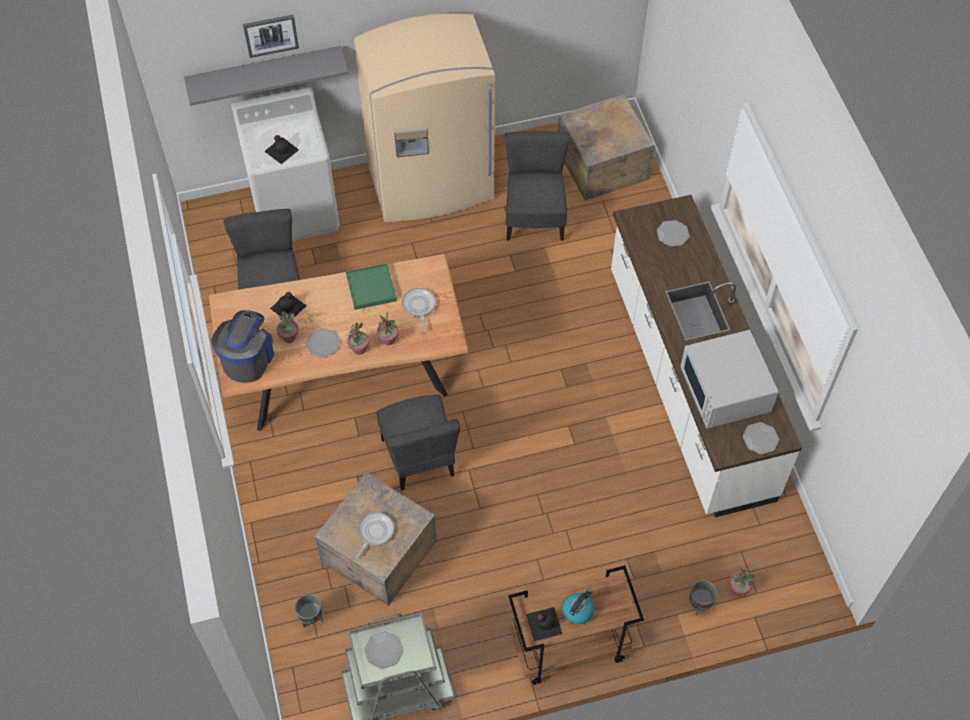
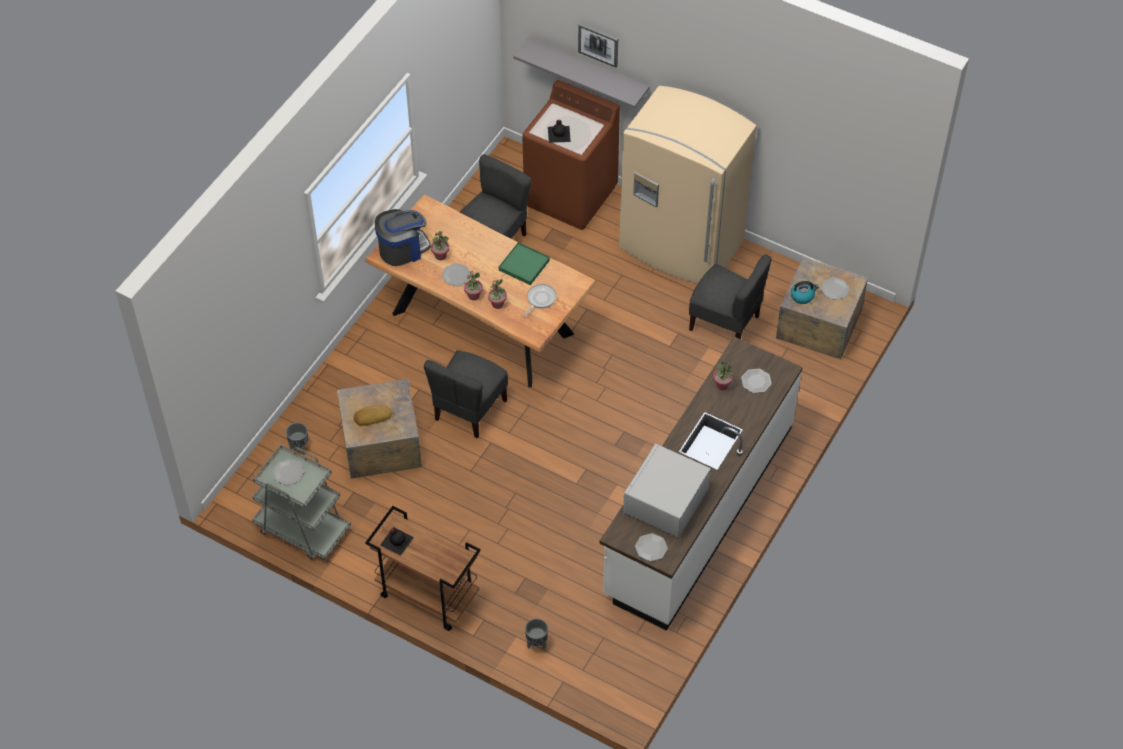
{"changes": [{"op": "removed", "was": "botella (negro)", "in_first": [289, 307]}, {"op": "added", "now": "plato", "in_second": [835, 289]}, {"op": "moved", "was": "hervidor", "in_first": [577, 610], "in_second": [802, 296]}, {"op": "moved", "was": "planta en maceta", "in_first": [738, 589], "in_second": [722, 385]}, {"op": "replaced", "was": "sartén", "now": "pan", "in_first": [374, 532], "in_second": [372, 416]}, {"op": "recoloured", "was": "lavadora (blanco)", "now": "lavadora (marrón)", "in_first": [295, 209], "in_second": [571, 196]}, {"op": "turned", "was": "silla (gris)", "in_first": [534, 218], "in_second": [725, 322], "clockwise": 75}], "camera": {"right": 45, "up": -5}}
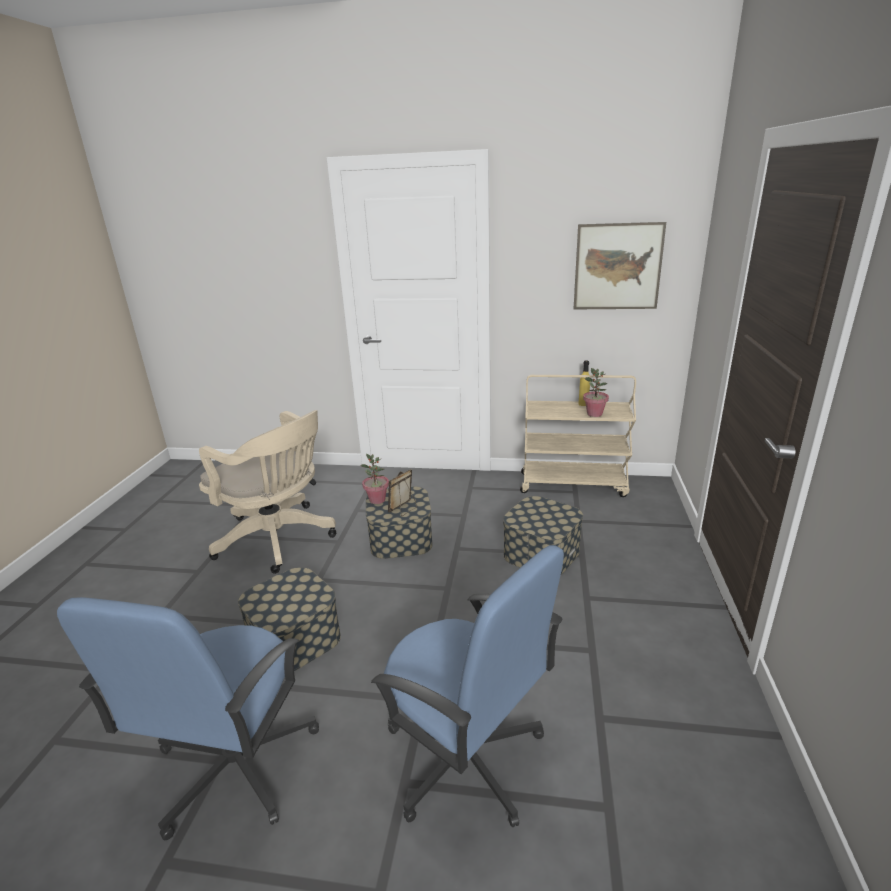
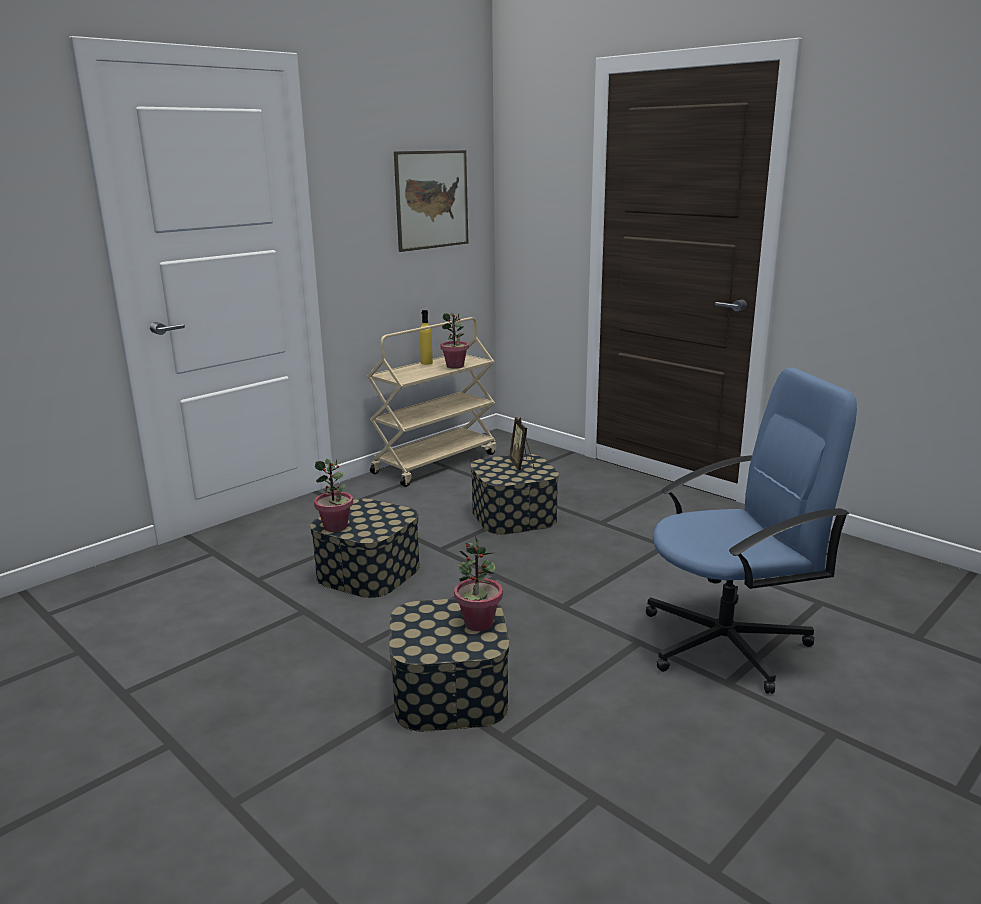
{"changes": [{"op": "removed", "was": "silla de oficina (azul)", "in_first": [233, 766]}, {"op": "removed", "was": "silla de oficina (beis)", "in_first": [279, 539]}, {"op": "added", "now": "planta en maceta", "in_second": [478, 623]}, {"op": "moved", "was": "portarretratos", "in_first": [404, 509], "in_second": [522, 465]}], "camera": {"right": -55, "up": -5}}
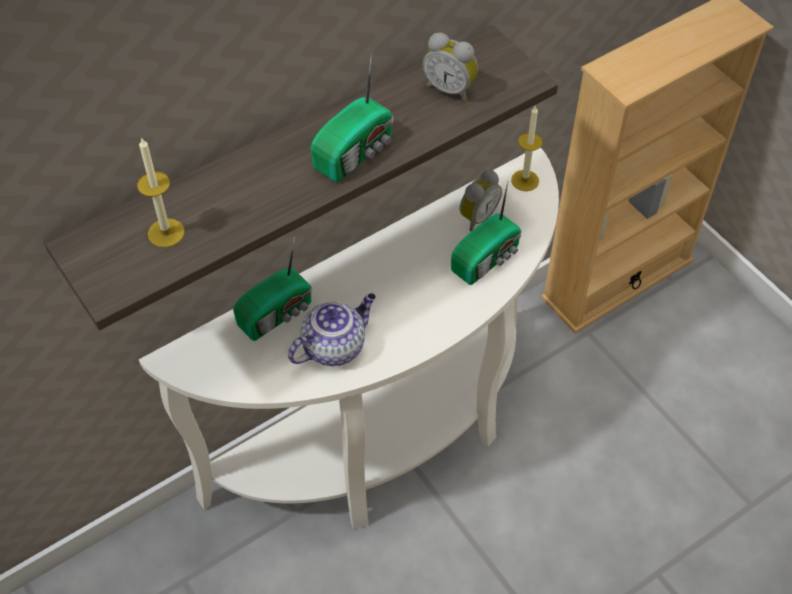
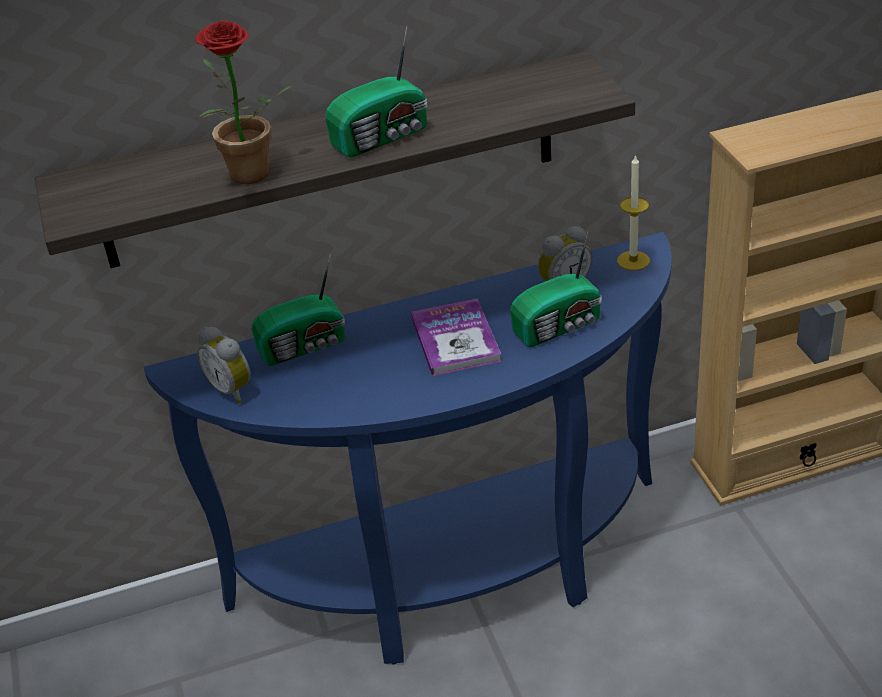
{"changes": [{"op": "removed", "was": "vela", "in_first": [166, 233]}, {"op": "removed", "was": "tetera", "in_first": [334, 346]}, {"op": "added", "now": "planta en maceta", "in_second": [250, 178]}, {"op": "added", "now": "libro", "in_second": [455, 339]}, {"op": "moved", "was": "despertador", "in_first": [450, 89], "in_second": [233, 389]}, {"op": "recoloured", "was": "mesa consola (blanco)", "now": "mesa consola (azul)", "in_first": [390, 439], "in_second": [460, 579]}], "camera": {"right": 20, "up": -15}}
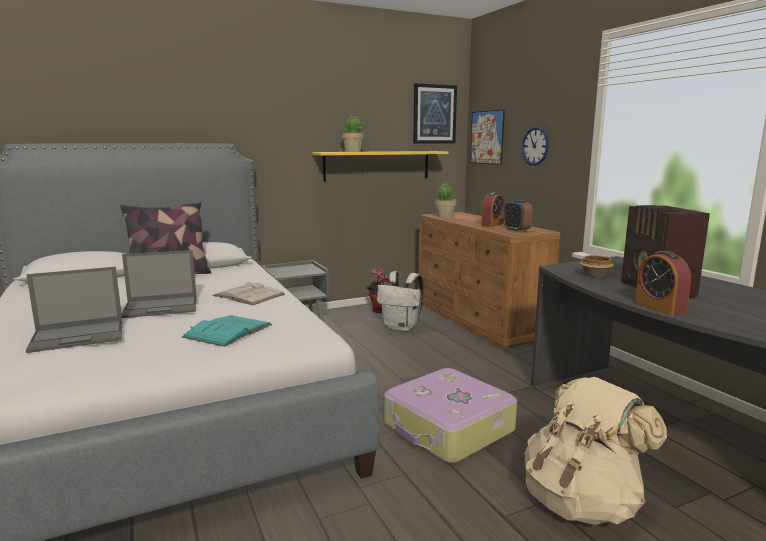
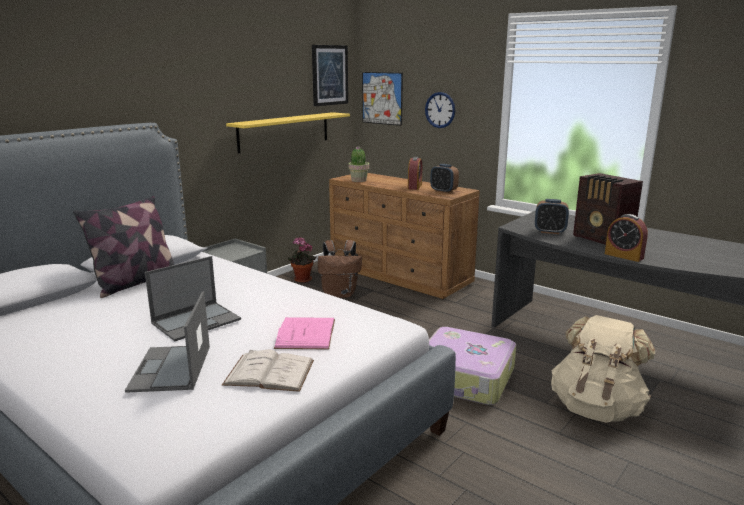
{"changes": [{"op": "removed", "was": "planta en maceta", "in_first": [352, 151]}, {"op": "moved", "was": "libro (blanco)", "in_first": [249, 295], "in_second": [269, 372]}, {"op": "replaced", "was": "cuenco", "now": "despertador", "in_first": [596, 275], "in_second": [550, 231]}, {"op": "recoloured", "was": "libro (turquesa)", "now": "libro (rosa)", "in_first": [228, 331], "in_second": [306, 333]}, {"op": "recoloured", "was": "mochila (blanco)", "now": "mochila (marrón)", "in_first": [401, 327], "in_second": [340, 294]}, {"op": "turned", "was": "portátil", "in_first": [79, 336], "in_second": [171, 369], "clockwise": 135}], "camera": {"right": -25, "up": 5}}
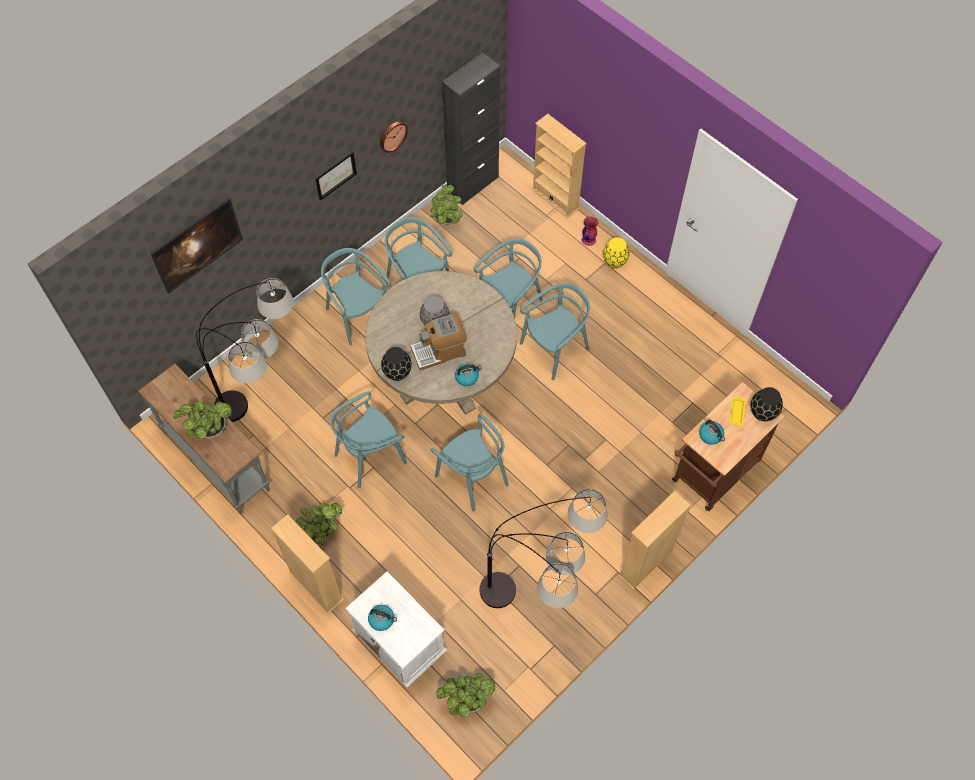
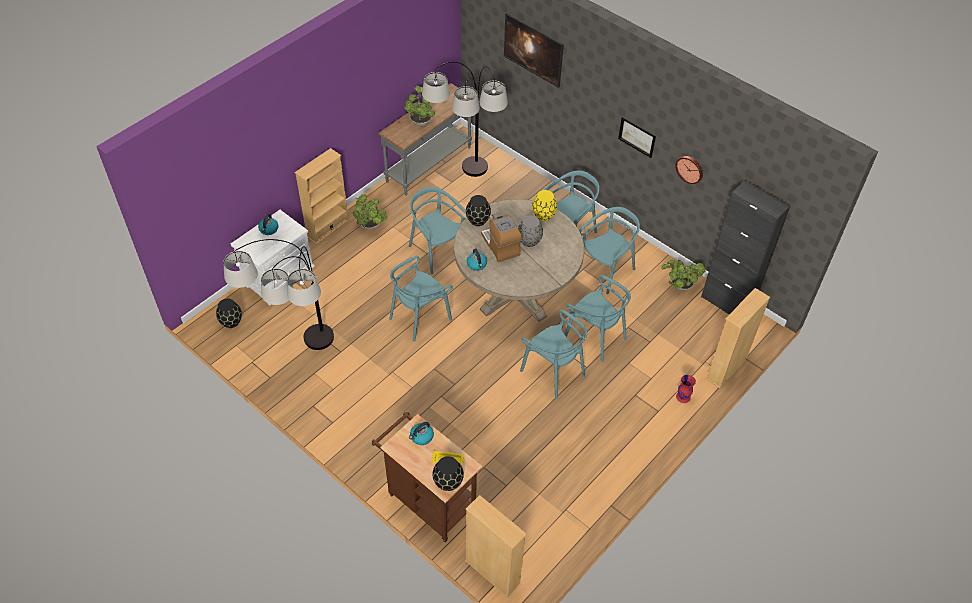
{"changes": [{"op": "moved", "was": "florero (amarillo)", "in_first": [615, 262], "in_second": [543, 215]}, {"op": "moved", "was": "estantería (beis)", "in_first": [646, 563], "in_second": [493, 573]}, {"op": "replaced", "was": "planta en maceta", "now": "florero (negro)", "in_first": [467, 700], "in_second": [231, 322]}], "camera": {"right": 85, "up": -10}}
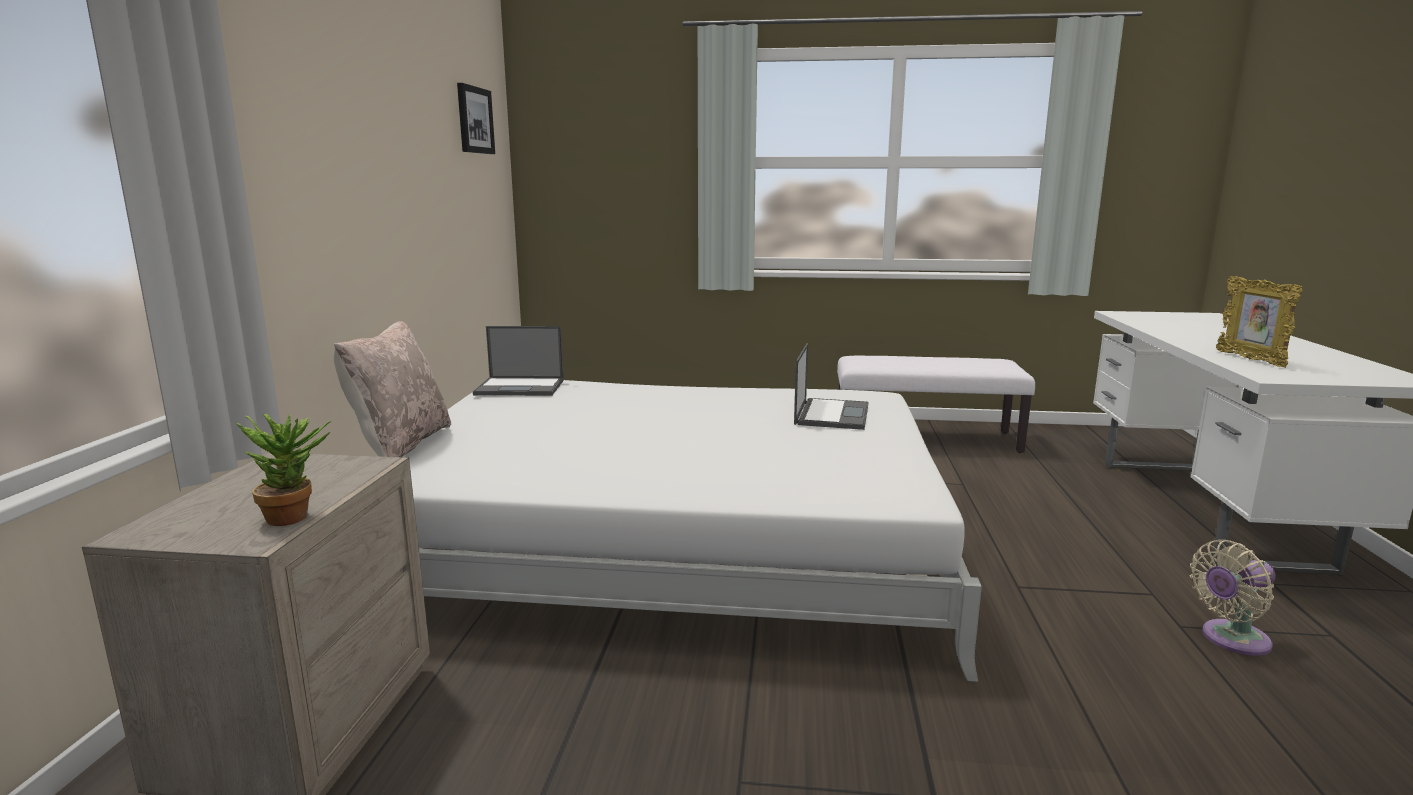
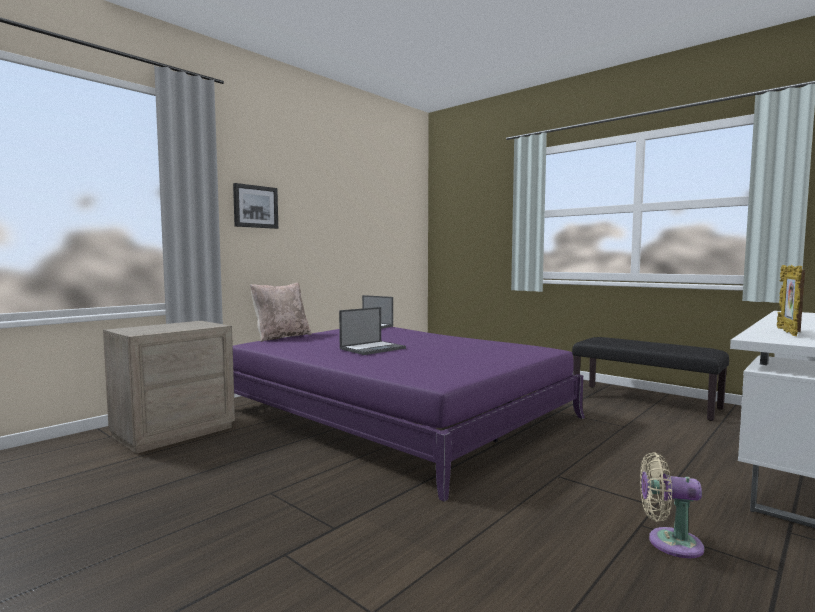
{"changes": [{"op": "removed", "was": "planta en maceta", "in_first": [296, 516]}, {"op": "moved", "was": "cuadro", "in_first": [474, 120], "in_second": [255, 206]}, {"op": "moved", "was": "portátil", "in_first": [831, 414], "in_second": [373, 348]}, {"op": "recoloured", "was": "cama (blanco)", "now": "cama (morado)", "in_first": [668, 543], "in_second": [395, 413]}, {"op": "recoloured", "was": "banco (blanco)", "now": "banco (negro)", "in_first": [926, 439], "in_second": [645, 402]}], "camera": {"right": 35, "up": -10}}
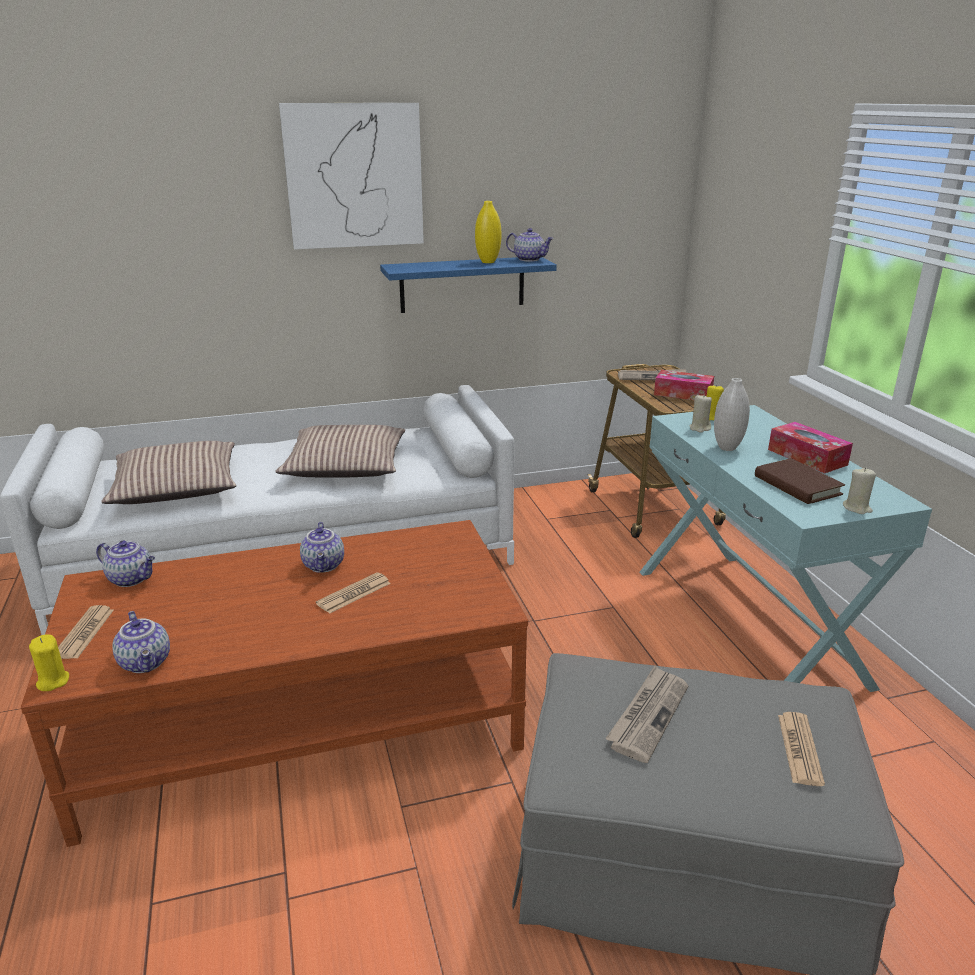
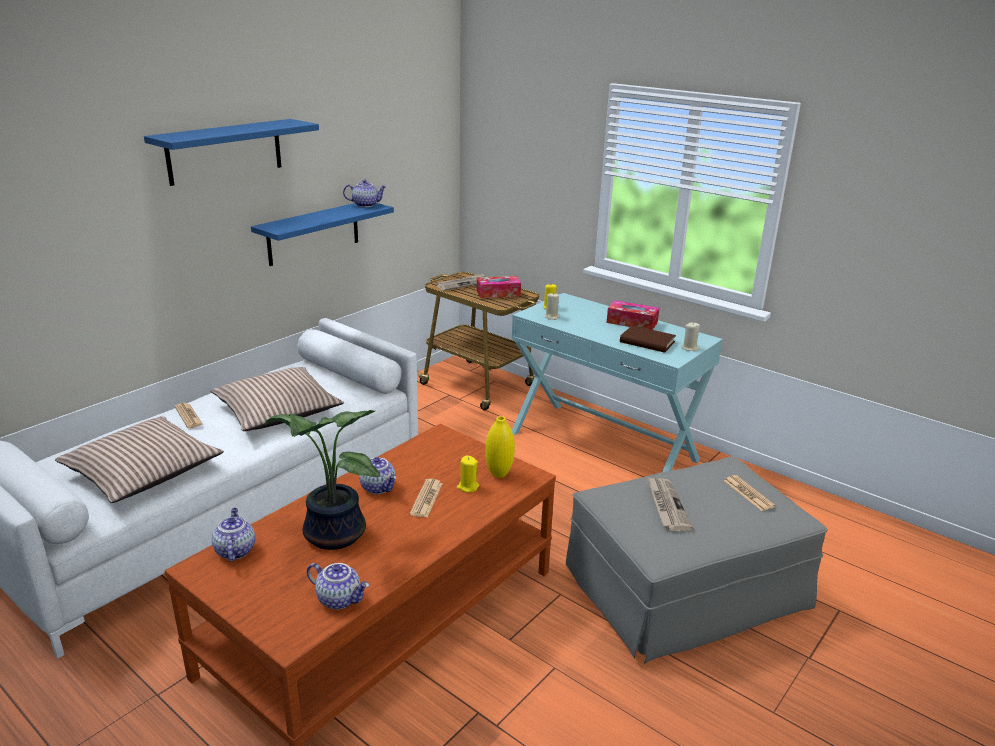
{"changes": [{"op": "removed", "was": "florero (blanco)", "in_first": [727, 448]}, {"op": "added", "now": "planta en maceta", "in_second": [330, 535]}, {"op": "moved", "was": "vela (amarillo)", "in_first": [52, 681], "in_second": [468, 487]}, {"op": "moved", "was": "periódico", "in_first": [84, 633], "in_second": [188, 416]}, {"op": "moved", "was": "florero (amarillo)", "in_first": [488, 262], "in_second": [499, 474]}, {"op": "replaced", "was": "cuadro", "now": "estante (azul)", "in_first": [354, 176], "in_second": [225, 151]}, {"op": "turned", "was": "tetera", "in_first": [132, 579], "in_second": [235, 550], "clockwise": -90}], "camera": {"right": -35, "up": 0}}
